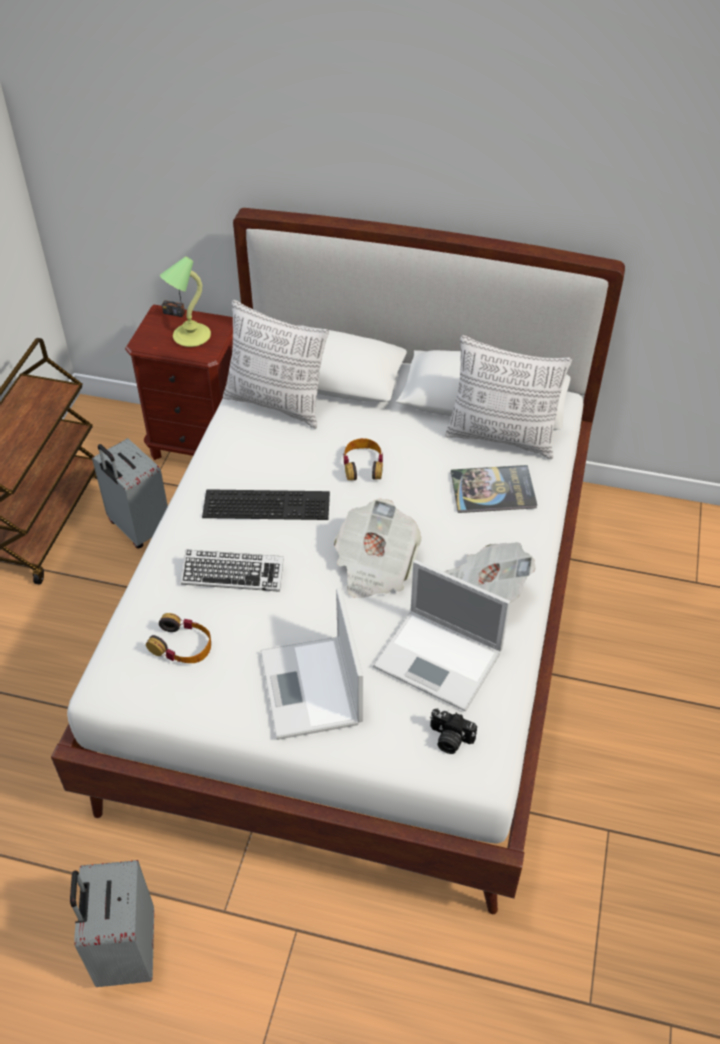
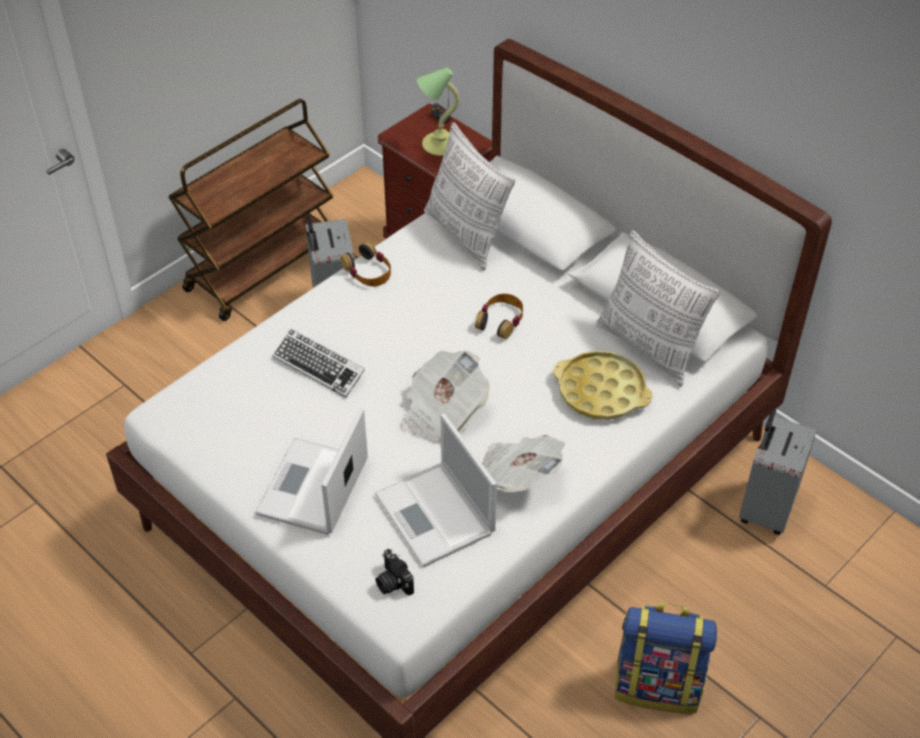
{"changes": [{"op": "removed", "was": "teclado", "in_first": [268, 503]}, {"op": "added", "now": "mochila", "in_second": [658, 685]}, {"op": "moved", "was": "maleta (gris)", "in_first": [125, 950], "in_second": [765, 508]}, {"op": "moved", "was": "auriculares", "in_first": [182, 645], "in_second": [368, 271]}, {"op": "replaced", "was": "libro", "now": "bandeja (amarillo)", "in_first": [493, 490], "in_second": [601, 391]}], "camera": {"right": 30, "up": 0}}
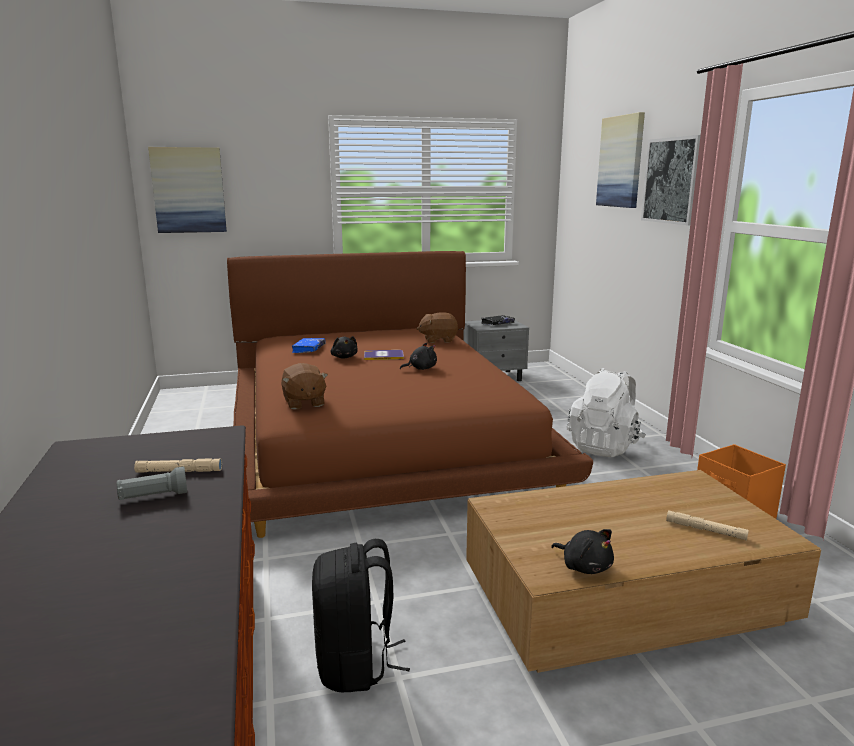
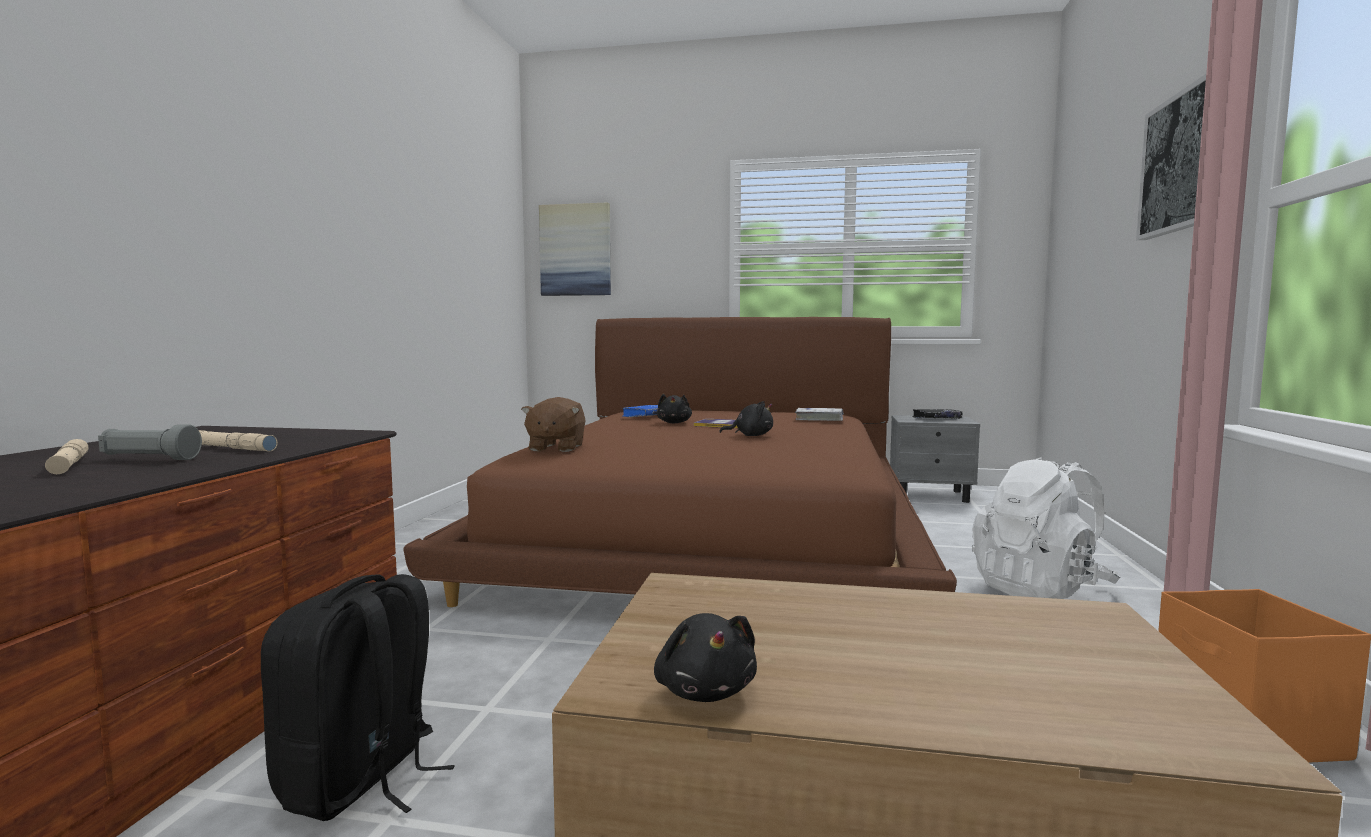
{"changes": [{"op": "removed", "was": "cuadro", "in_first": [621, 161]}, {"op": "moved", "was": "linterna (beis)", "in_first": [705, 530], "in_second": [68, 465]}, {"op": "replaced", "was": "peluche (marrón)", "now": "libro (blanco)", "in_first": [438, 340], "in_second": [819, 419]}], "camera": {"right": 25, "up": -10}}
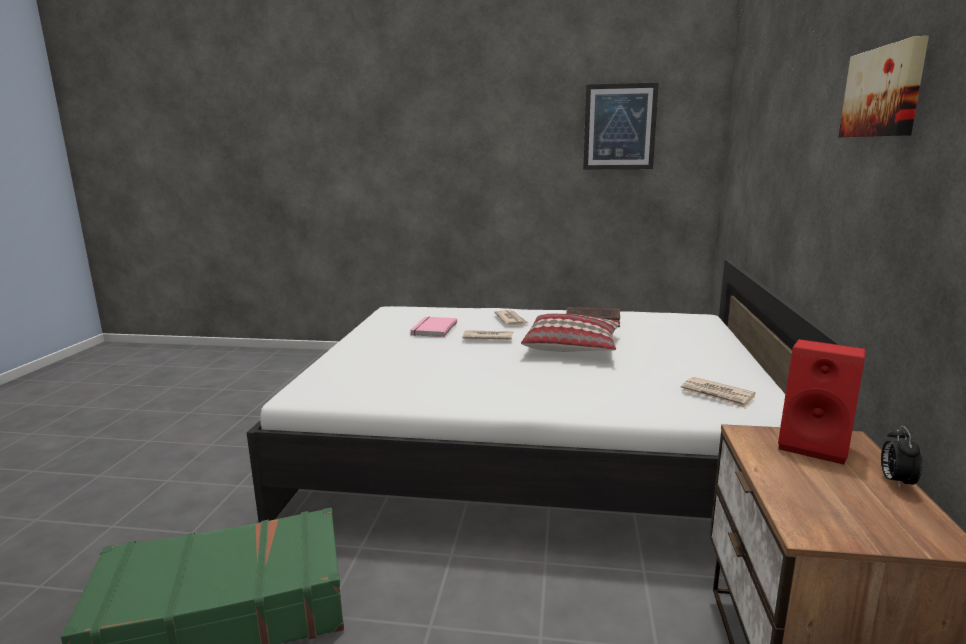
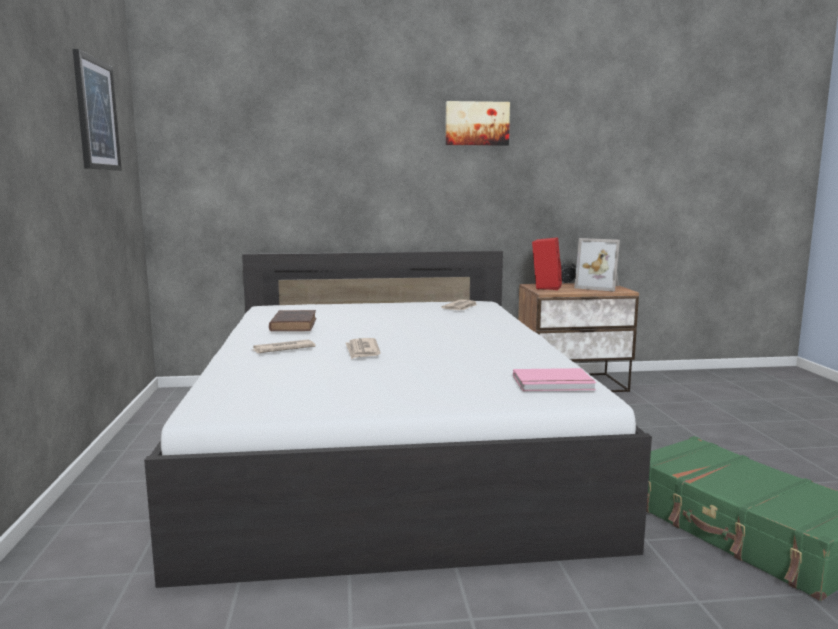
{"changes": [{"op": "removed", "was": "cojín", "in_first": [572, 346]}, {"op": "added", "now": "portarretratos", "in_second": [599, 287]}, {"op": "moved", "was": "libro (rosa)", "in_first": [432, 329], "in_second": [553, 383]}], "camera": {"right": -105, "up": -5}}
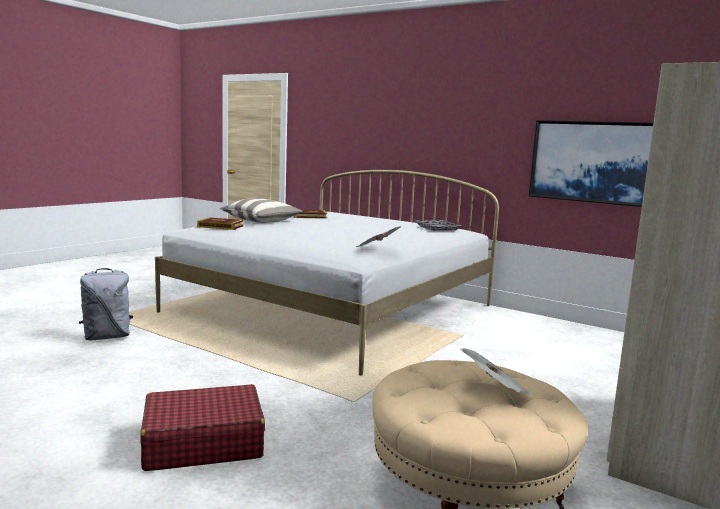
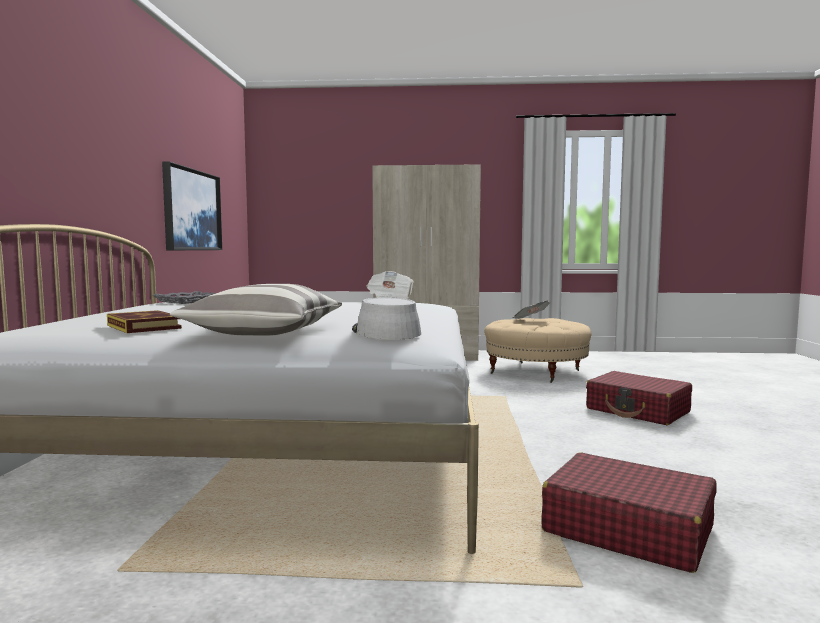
{"changes": [{"op": "replaced", "was": "mochila (gris)", "now": "maleta (rojo)", "in_first": [107, 337], "in_second": [627, 529]}, {"op": "replaced", "was": "libro", "now": "sombrero (gris)", "in_first": [220, 226], "in_second": [385, 332]}], "camera": {"right": -120, "up": -5}}
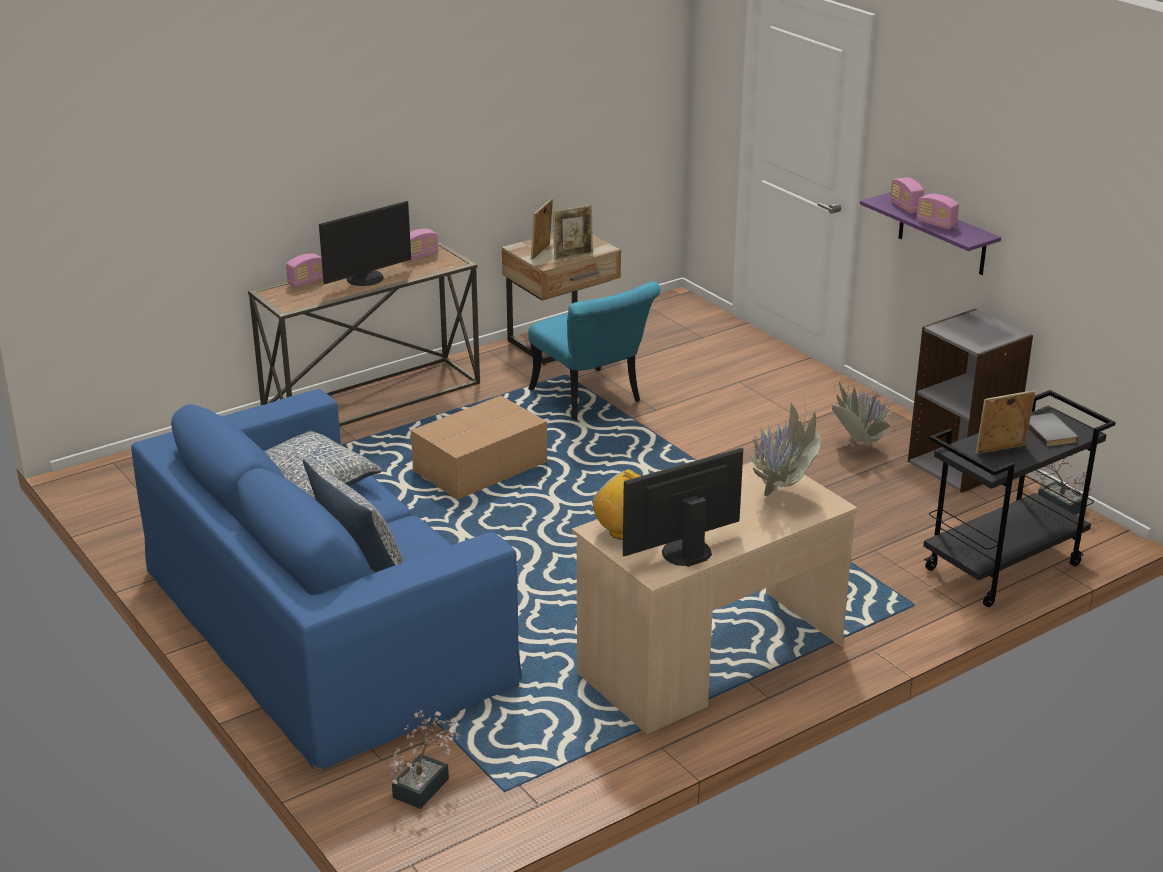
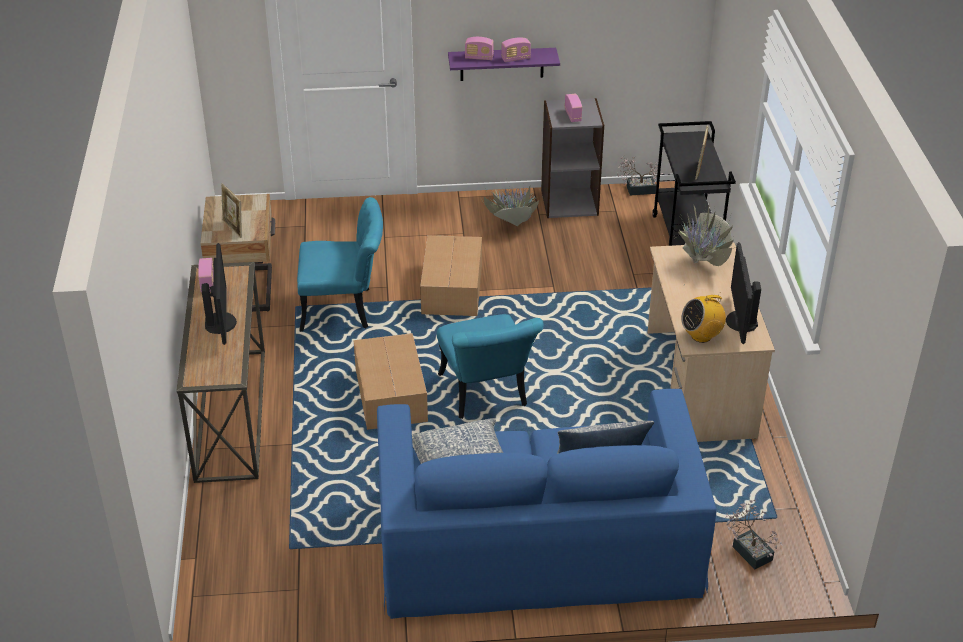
{"changes": [{"op": "removed", "was": "portarretratos", "in_first": [573, 256]}, {"op": "removed", "was": "libro (gris)", "in_first": [1051, 432]}, {"op": "added", "now": "caja de cartón", "in_second": [453, 288]}, {"op": "added", "now": "silla (turquesa)", "in_second": [486, 396]}, {"op": "moved", "was": "radio", "in_first": [306, 282], "in_second": [573, 115]}], "camera": {"right": -60, "up": 10}}
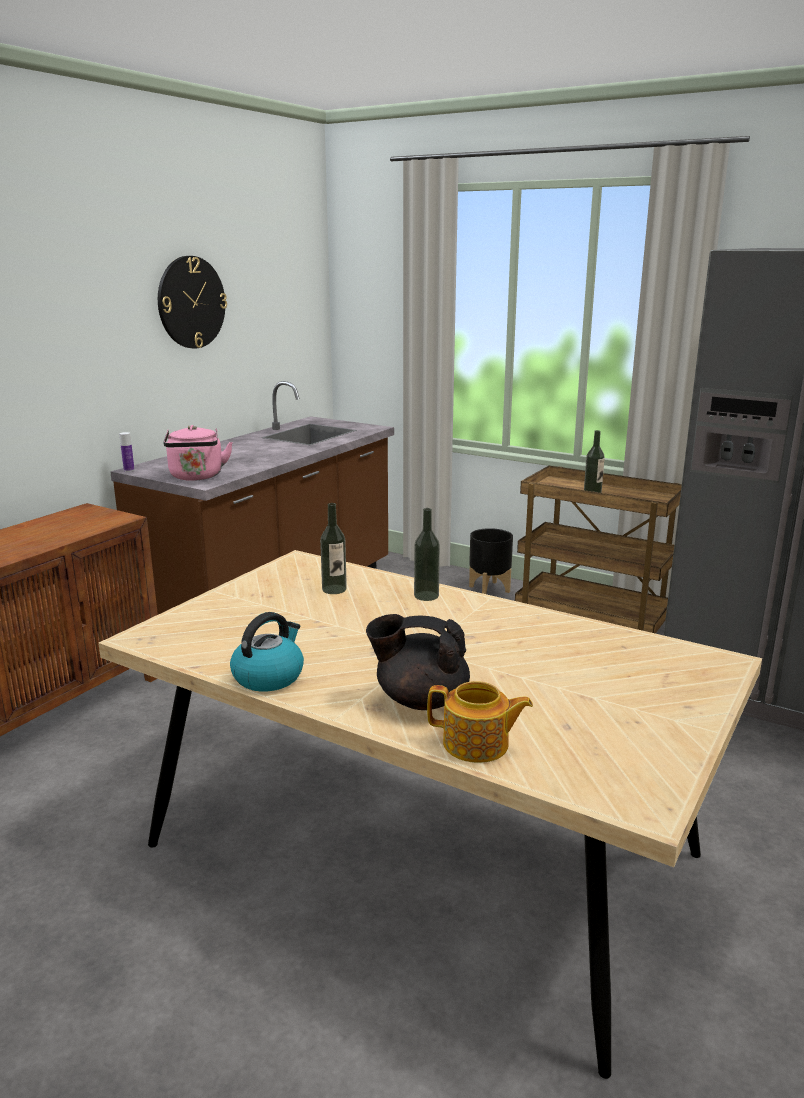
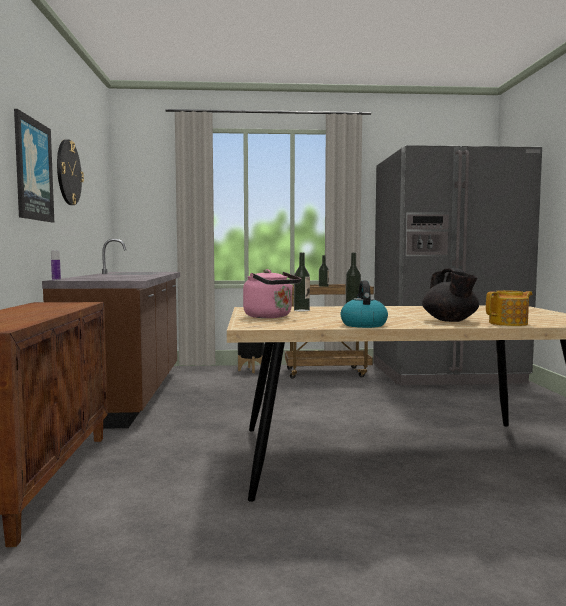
{"changes": [{"op": "added", "now": "cuadro", "in_second": [32, 170]}, {"op": "moved", "was": "hervidor (rosa)", "in_first": [197, 477], "in_second": [270, 317]}, {"op": "turned", "was": "tetera (negro)", "in_first": [420, 700], "in_second": [450, 321], "clockwise": -75}], "camera": {"right": -35, "up": -15}}
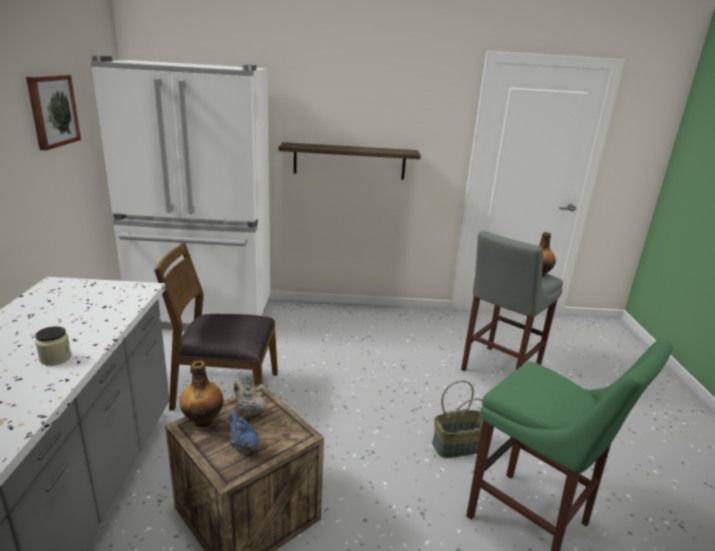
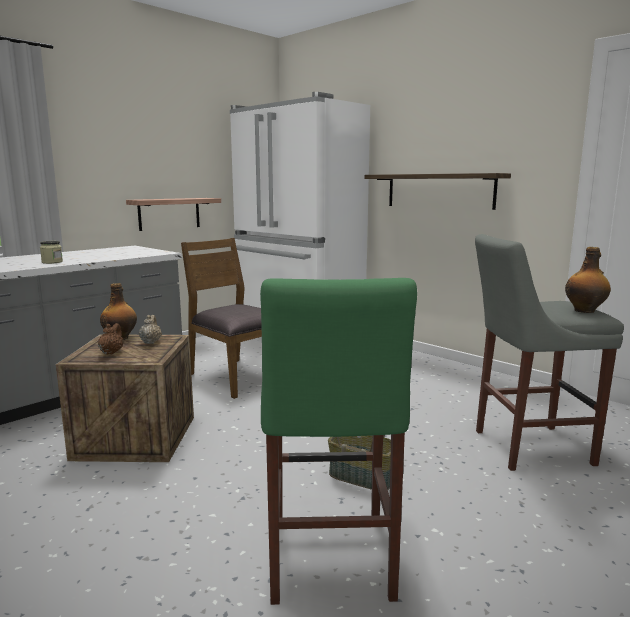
{"changes": [{"op": "removed", "was": "cuadro", "in_first": [52, 111]}, {"op": "added", "now": "estante", "in_second": [169, 213]}, {"op": "recoloured", "was": "tetera (azul)", "now": "tetera (marrón)", "in_first": [243, 446], "in_second": [111, 352]}], "camera": {"right": 45, "up": -10}}
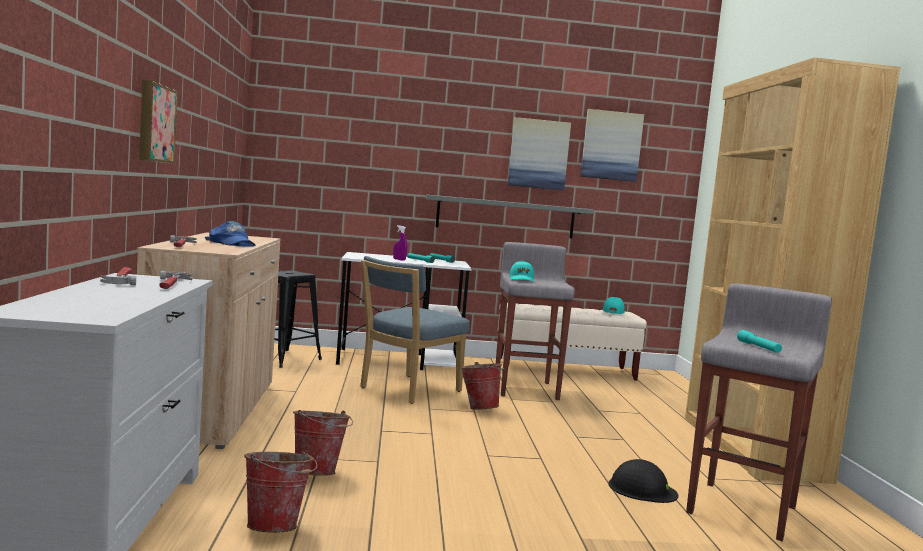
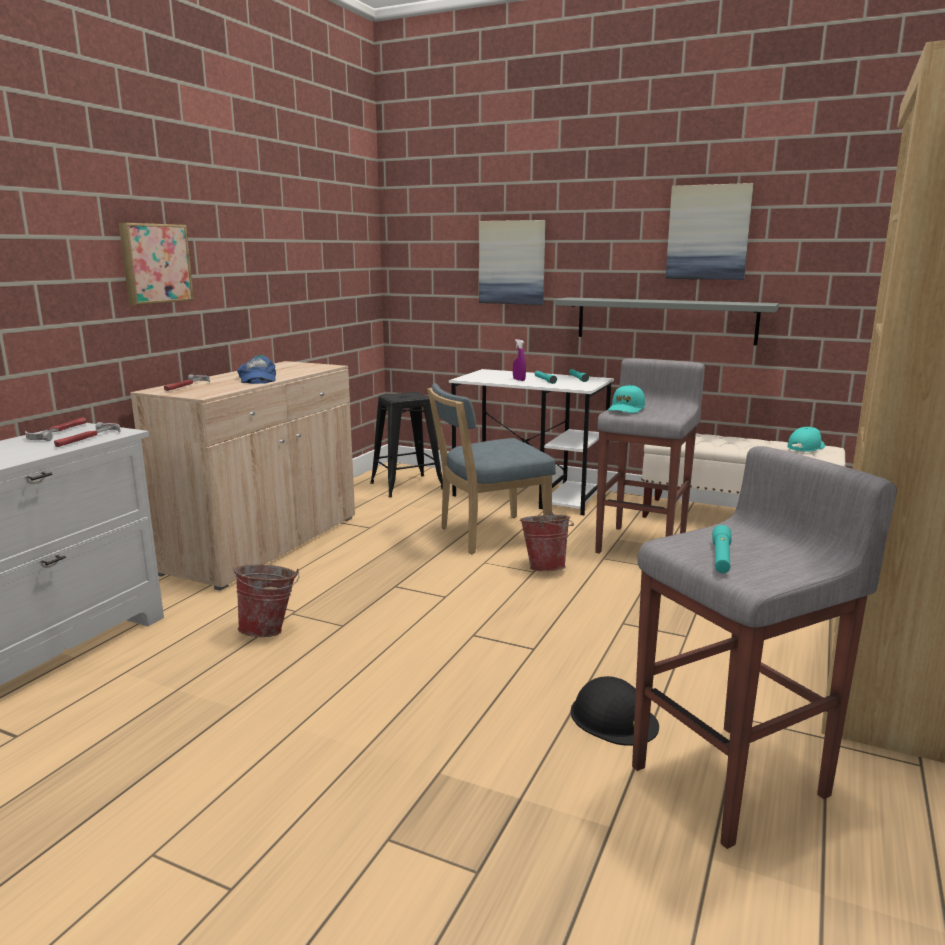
{"changes": [{"op": "removed", "was": "cubo", "in_first": [277, 526]}, {"op": "moved", "was": "cuadro", "in_first": [611, 145], "in_second": [512, 262]}], "camera": {"right": 30, "up": 10}}
